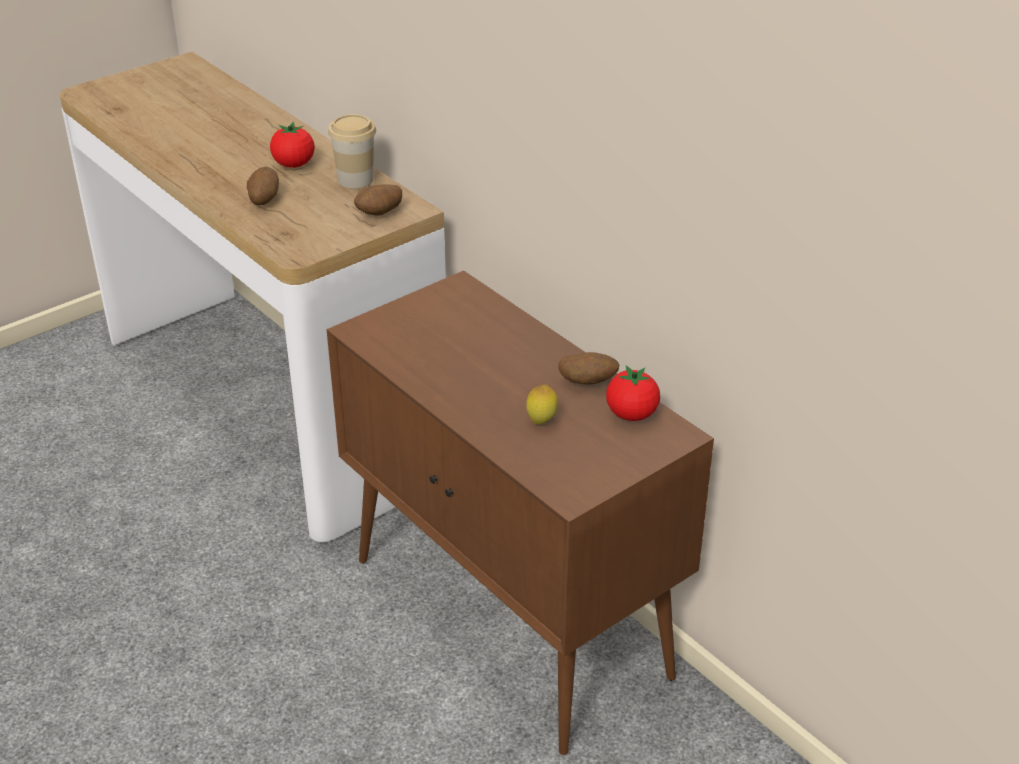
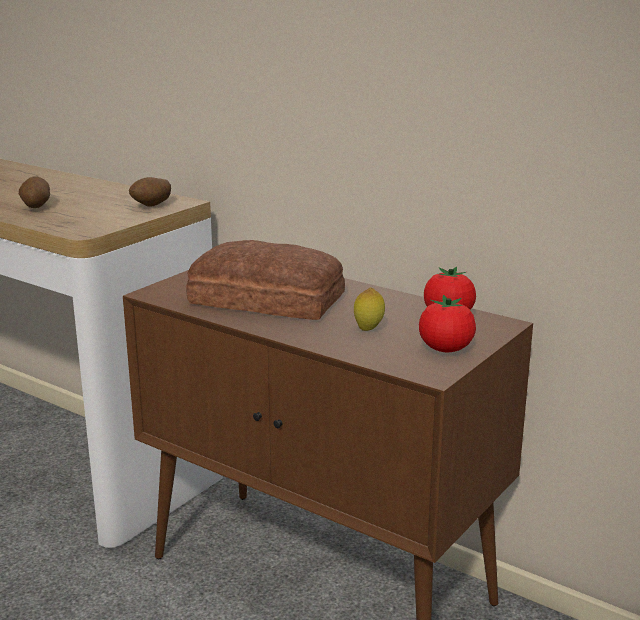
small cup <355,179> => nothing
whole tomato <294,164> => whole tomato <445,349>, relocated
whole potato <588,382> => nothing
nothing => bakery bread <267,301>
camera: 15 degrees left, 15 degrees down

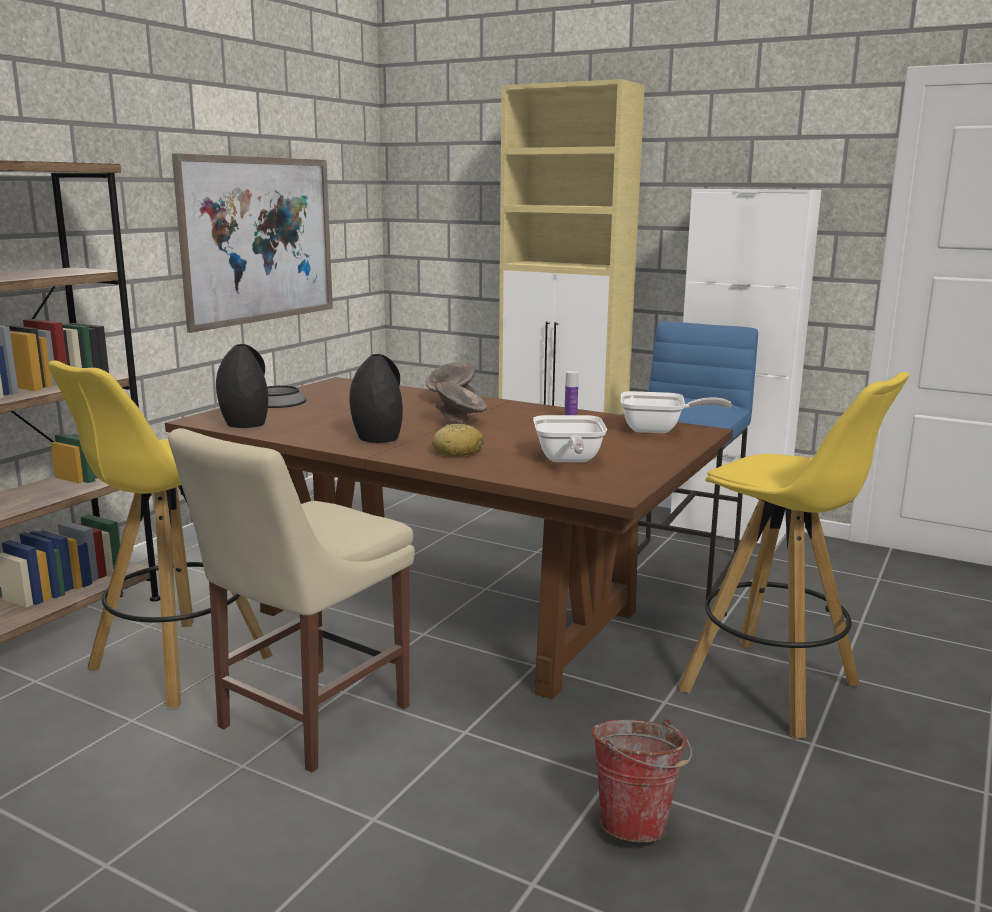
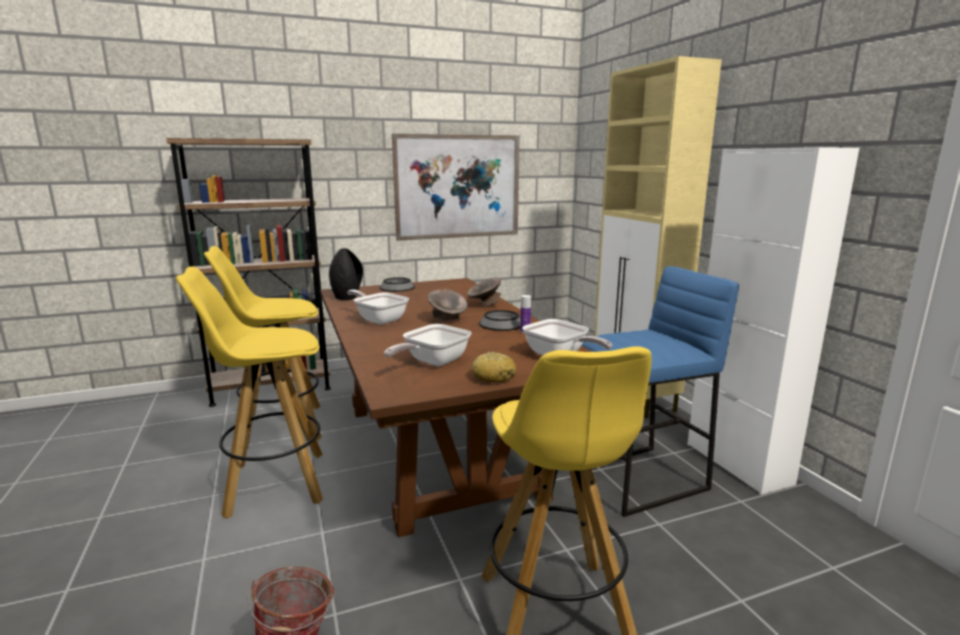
blackish decorative vase <378,438> => skillet <379,319>
bakery bread <458,452> => bakery bread <494,377>, relocated
sand-coloured upright chair <307,720> => yellow sitting stool <274,484>
nothing => bowl <501,323>
camera: 40 degrees right, 0 degrees up

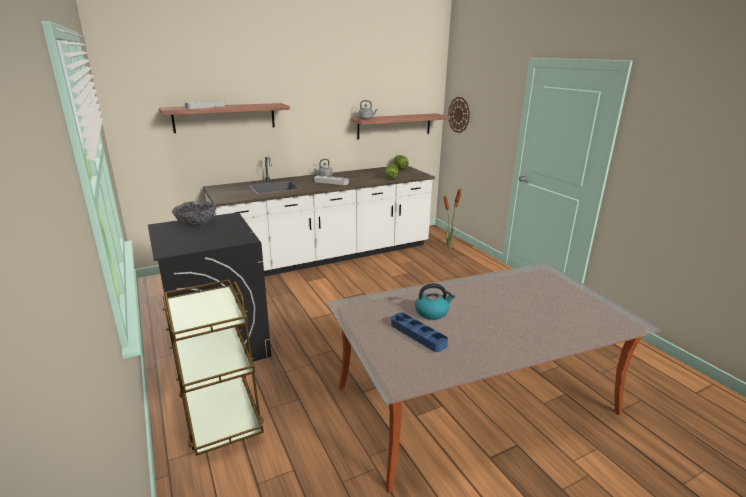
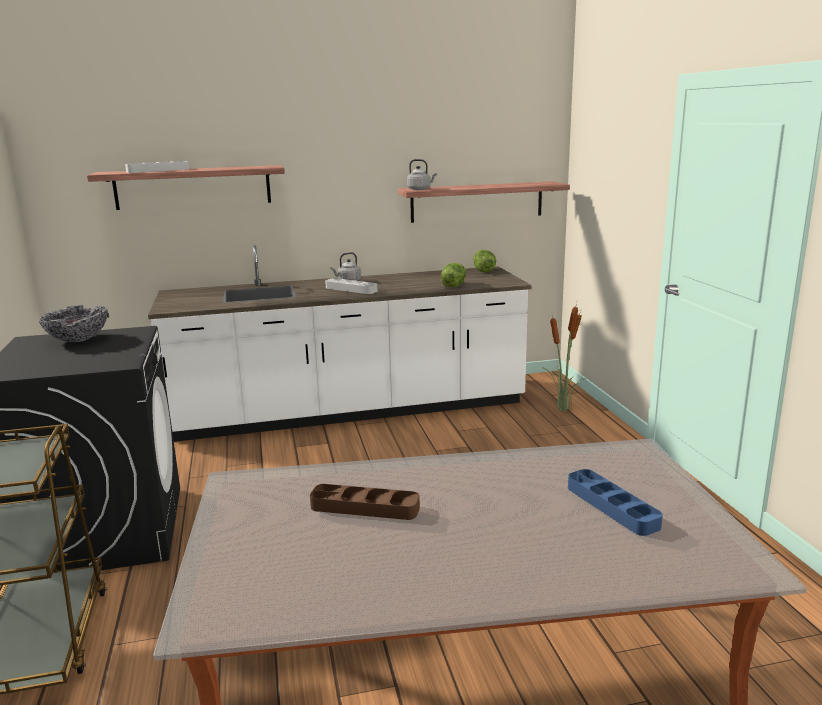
clock on the wall <459,115> => nothing
water kettle <432,312> => brown-coloured serving tray <365,507>
bluish serving tray <418,334> => bluish serving tray <612,506>, relocated
camera: 15 degrees right, 5 degrees down

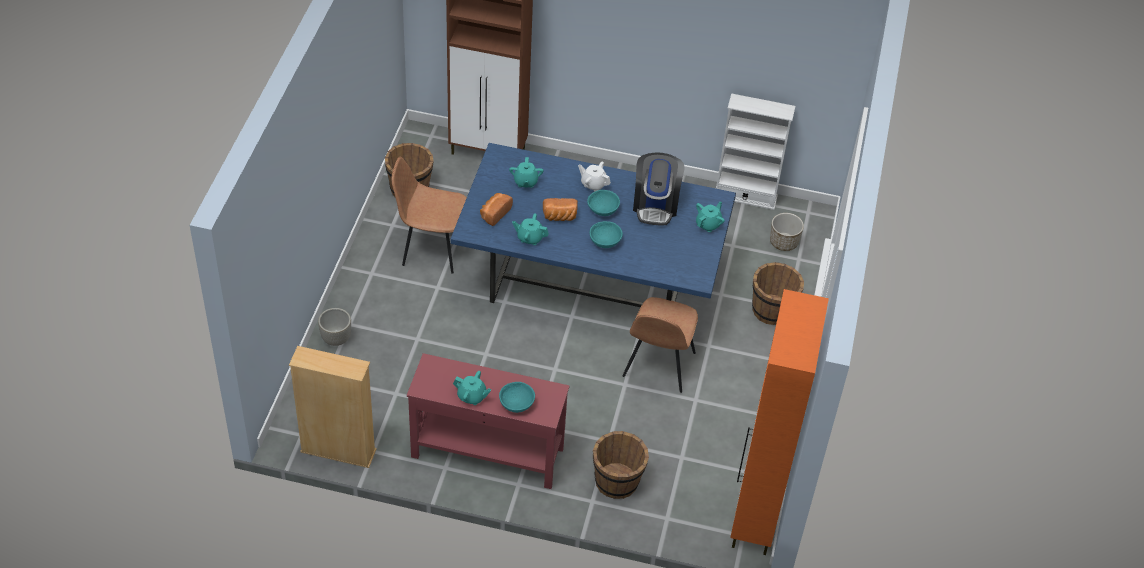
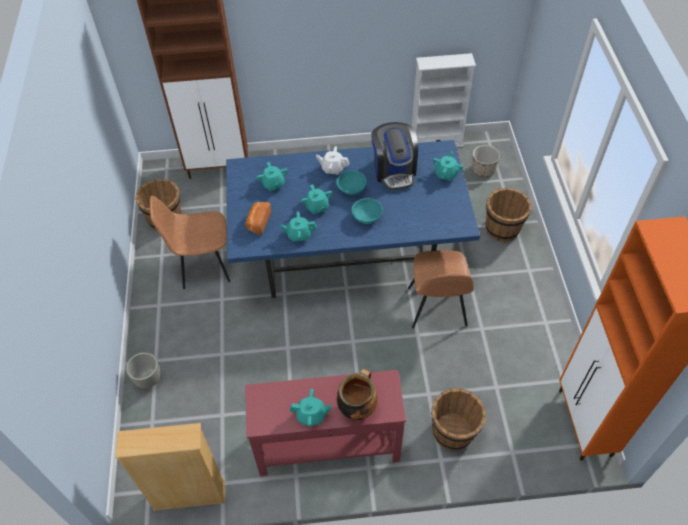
bakery bread <559,217> => turquoise-coloured pot for tea <317,207>
turquoise-coloured bowl <516,403> => saucepot <357,407>
camera: 15 degrees left, 5 degrees up

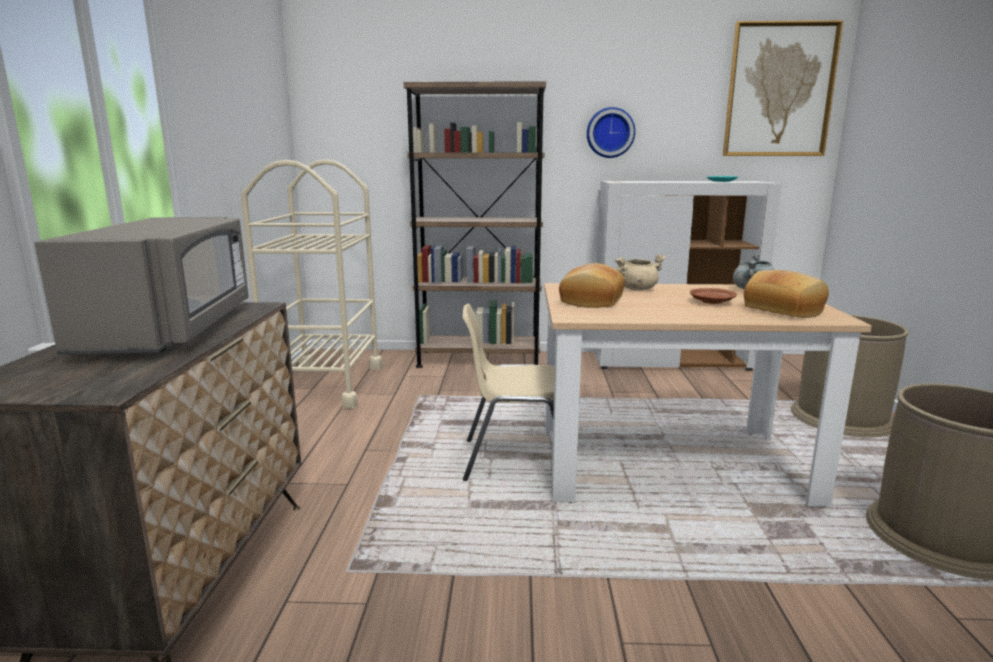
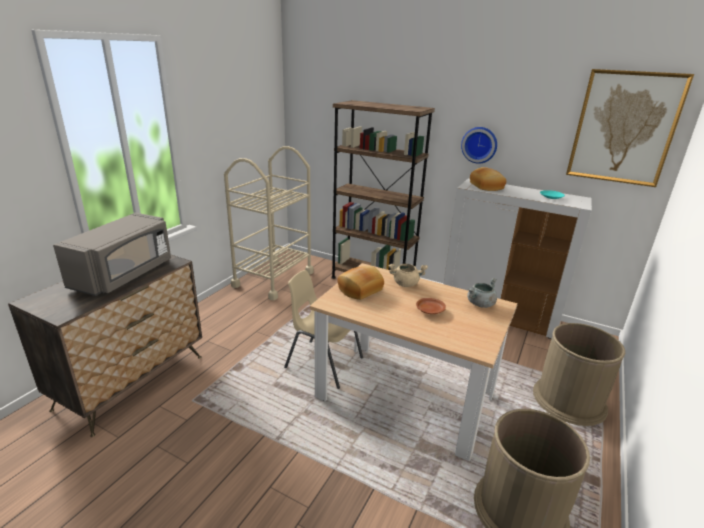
bakery bread <784,310> => bakery bread <487,186>, relocated
camera: 25 degrees right, 10 degrees up

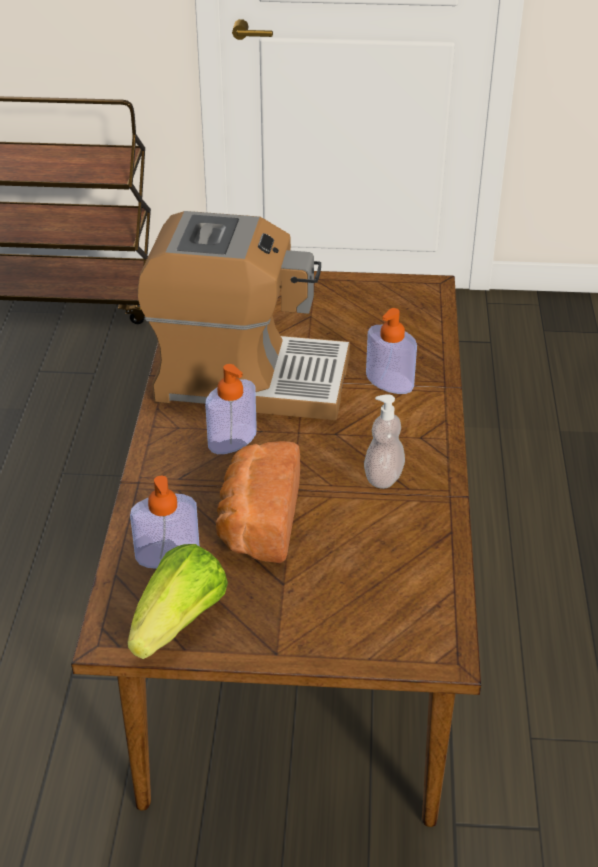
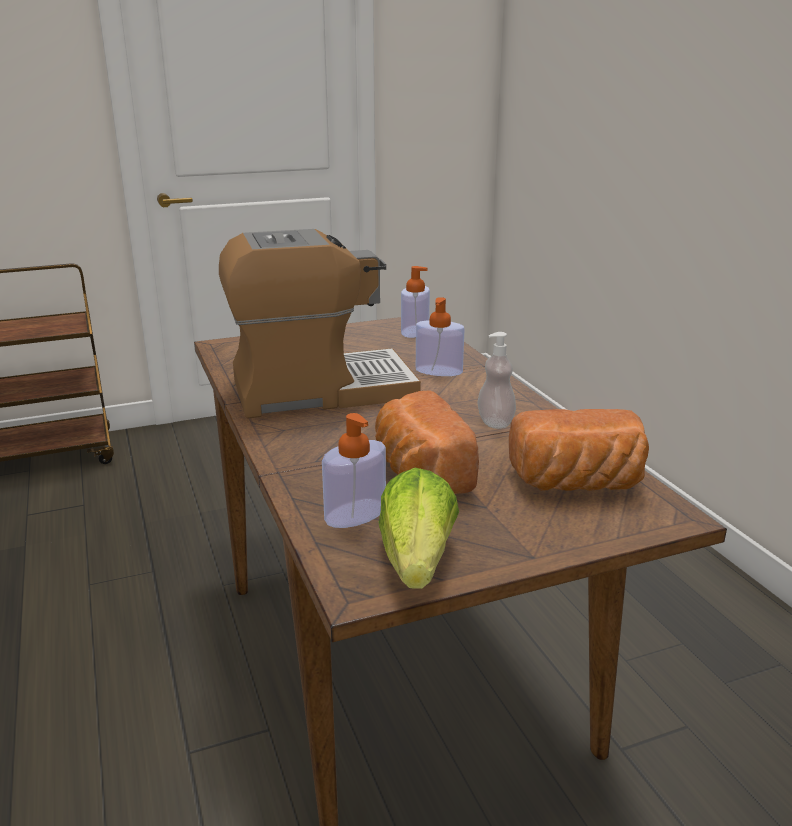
soap dispenser <232,439> => soap dispenser <415,331>, relocated
nothing => bakery bread <577,484>
camera: 25 degrees left, 15 degrees down

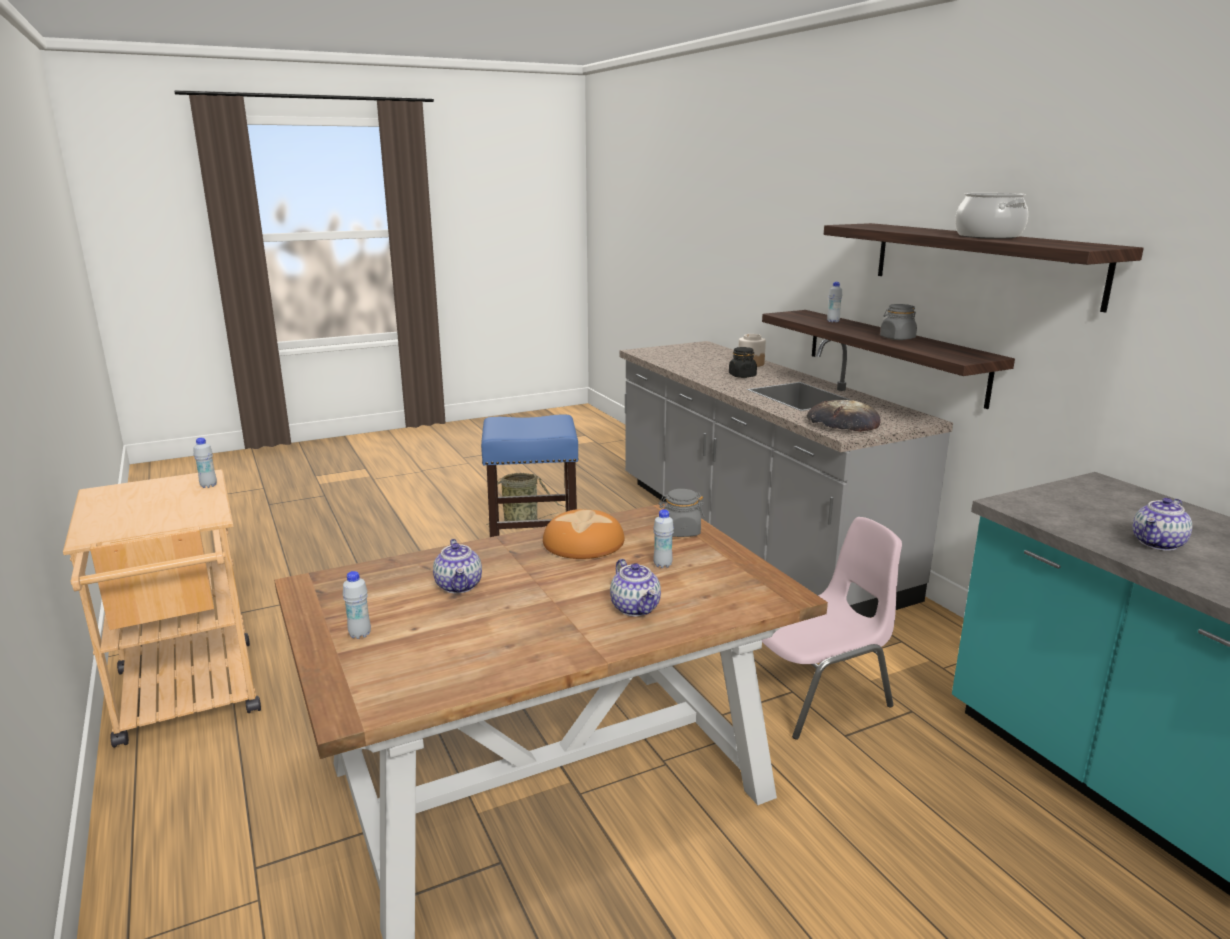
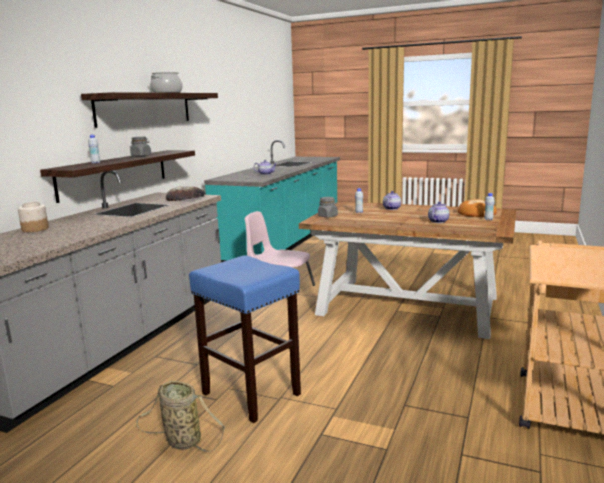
blackish jar <742,376> => nothing
white drink bottle <208,486> => nothing
bakery bread <584,542> => bakery bread <476,213>, relocated
camera: 130 degrees left, 5 degrees down

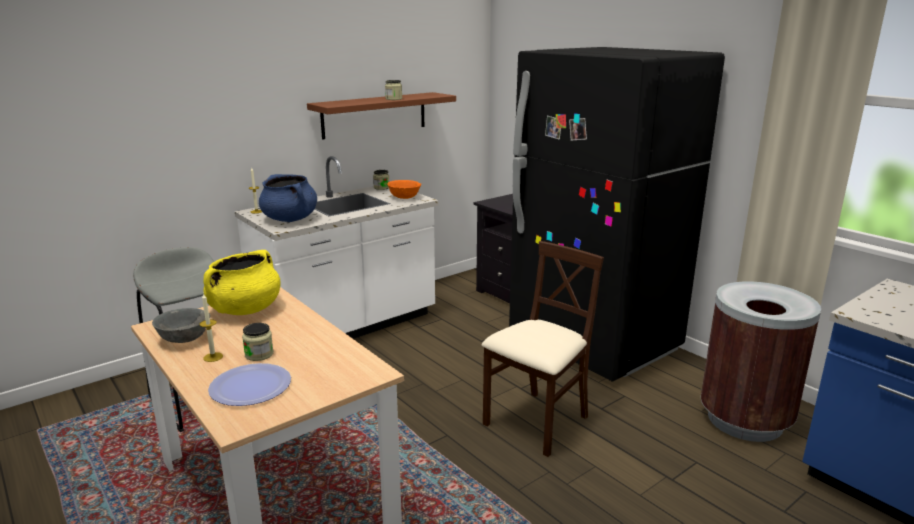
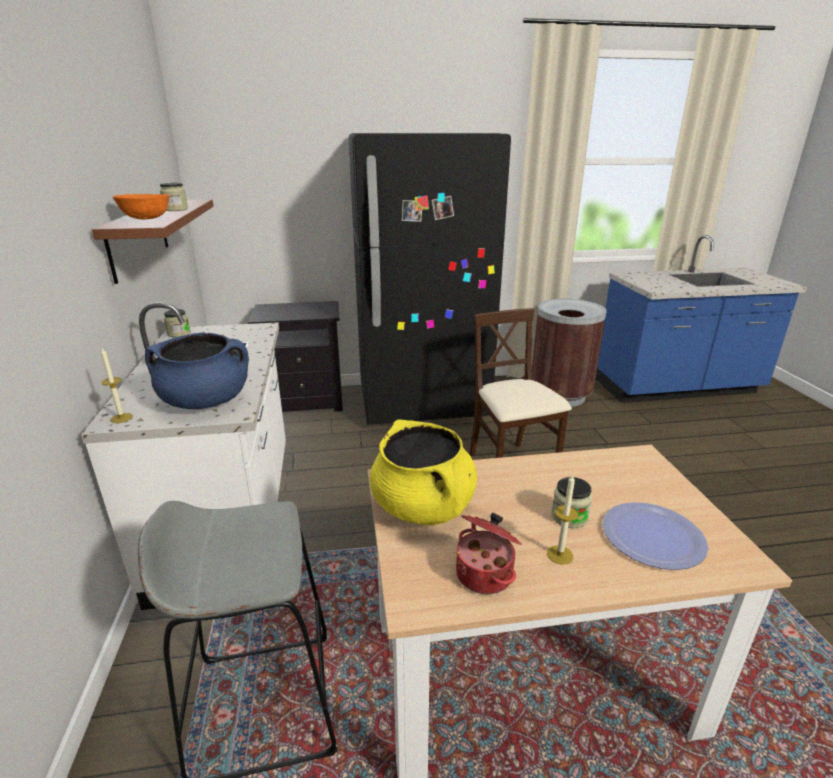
orangey bowl <404,198> => orangey bowl <146,219>, relocated
greyish bowl <185,339> => saucepot <485,574>
camera: 60 degrees left, 5 degrees up

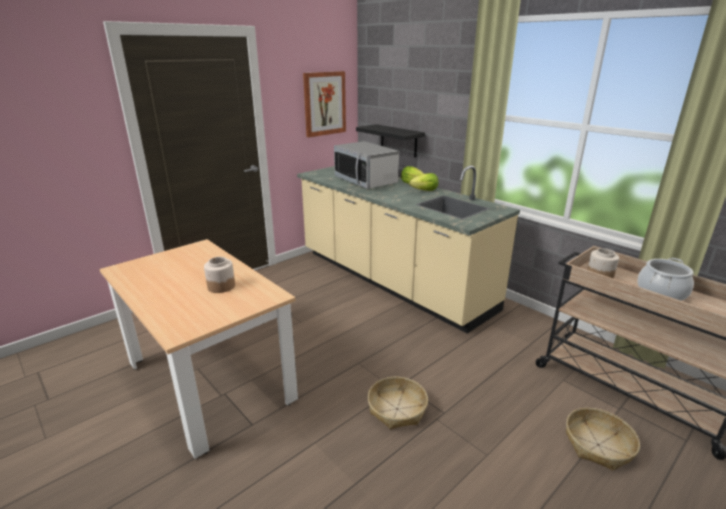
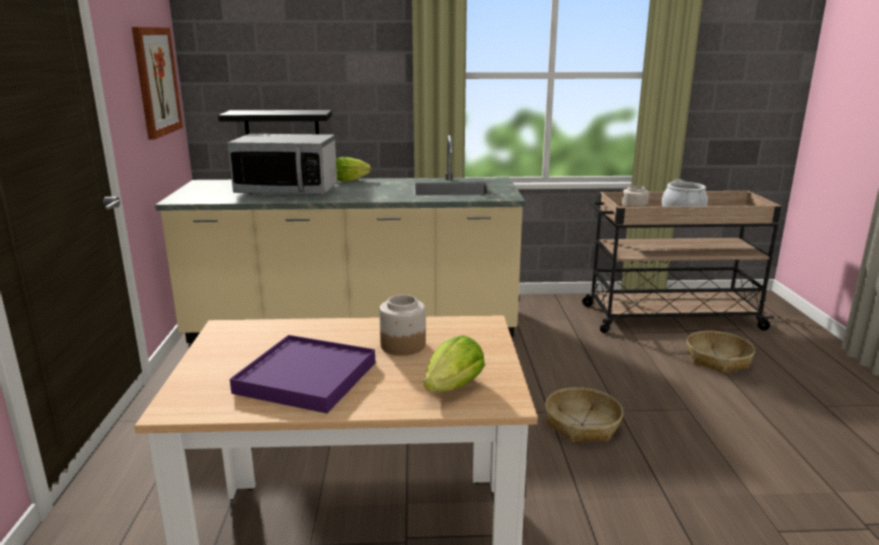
head of lettuce <425,190> => head of lettuce <454,387>, relocated
nothing => purple-coloured serving tray <307,377>
camera: 50 degrees left, 5 degrees down

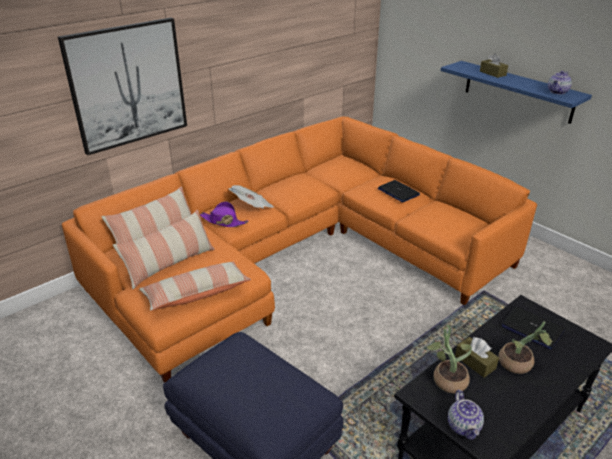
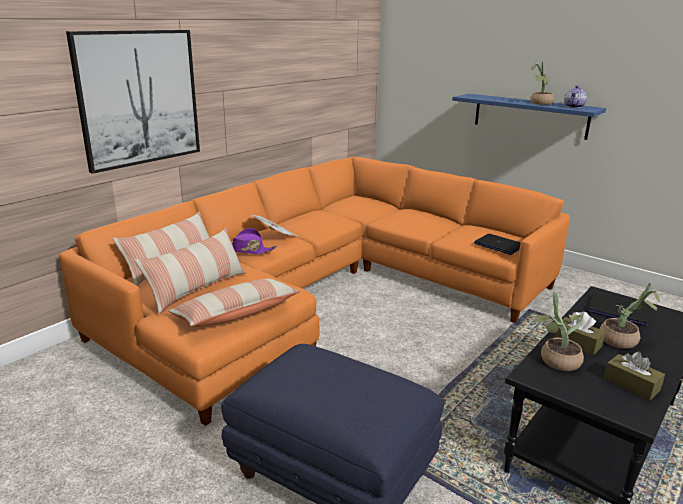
brown-coloured tissue box <492,73> => brown-coloured tissue box <631,384>, relocated
notebook computer <398,192> => notebook computer <498,245>, relocated
pot for tea <464,426> => nothing
nothing => houseplant <539,103>
camera: 10 degrees left, 10 degrees down

